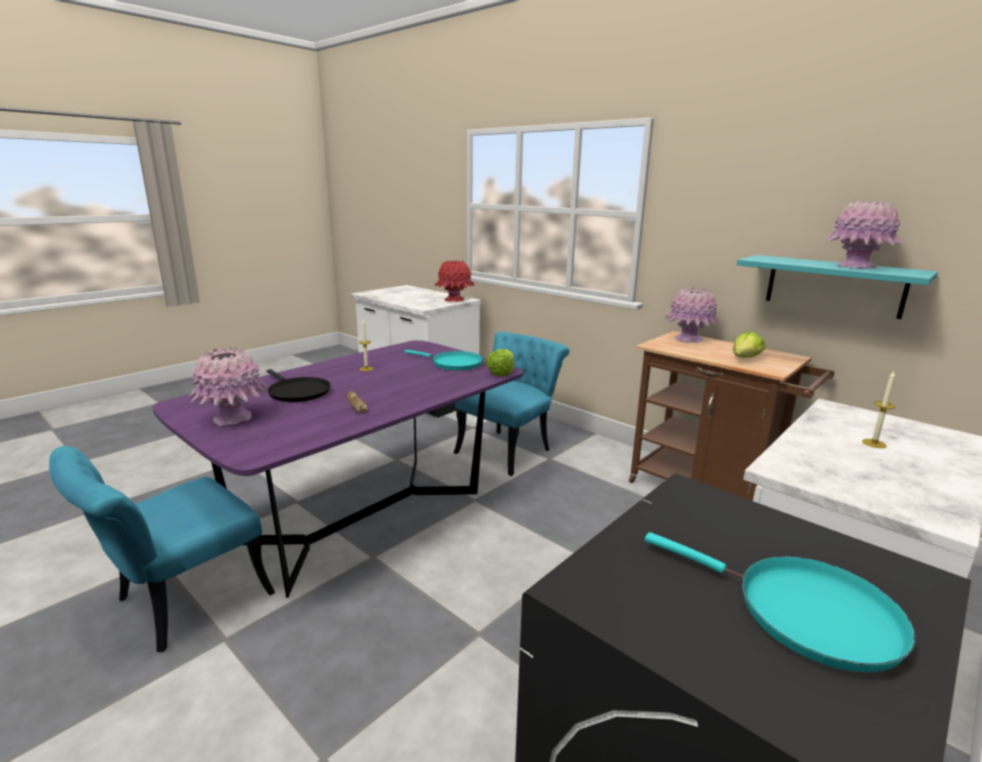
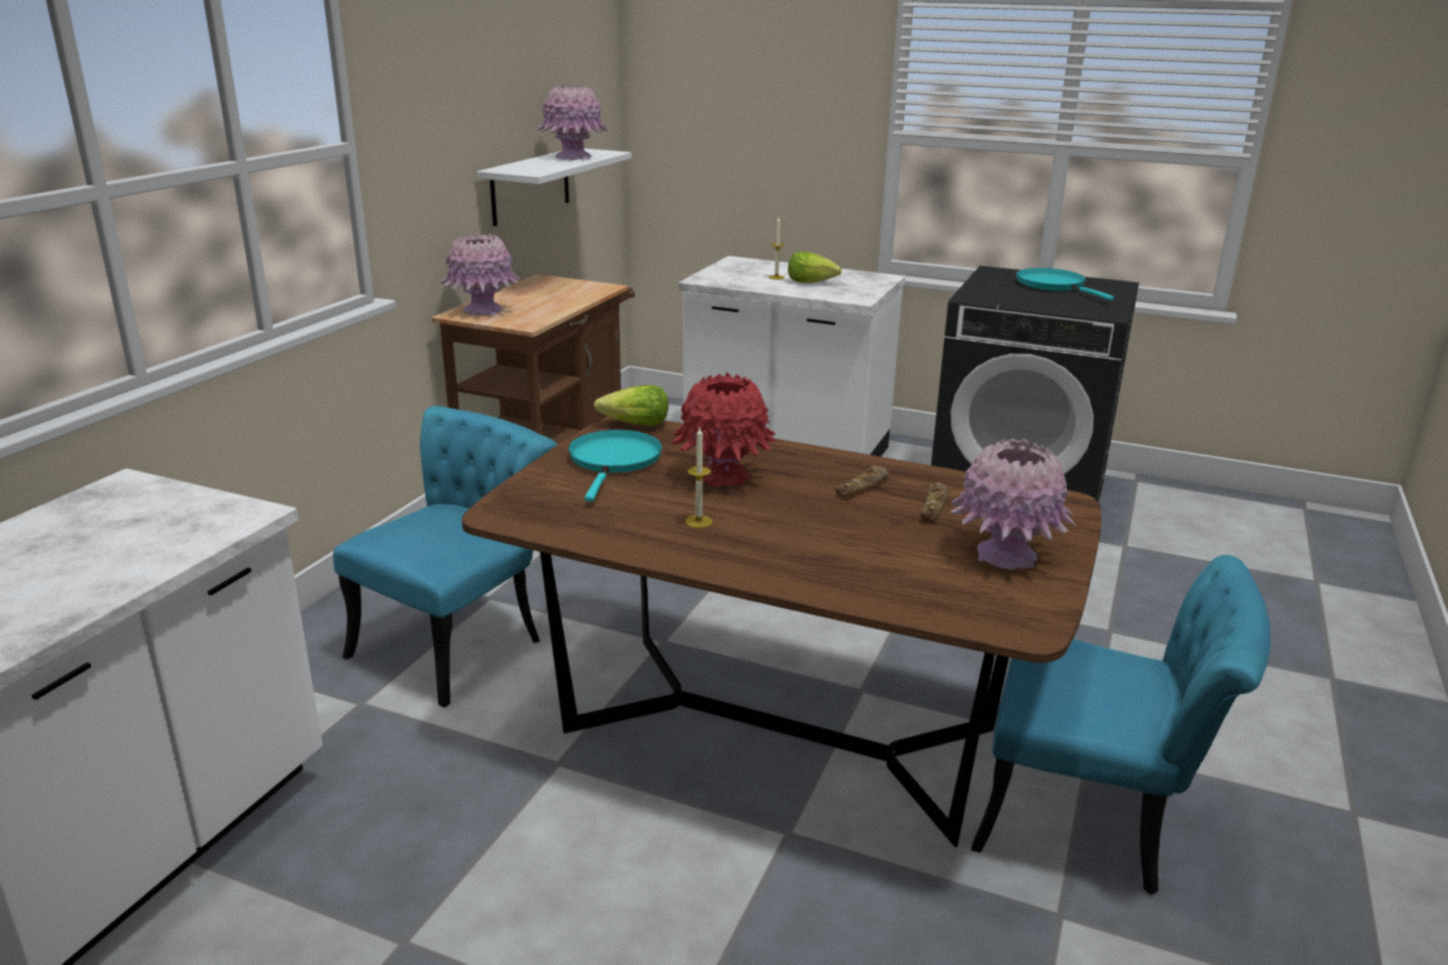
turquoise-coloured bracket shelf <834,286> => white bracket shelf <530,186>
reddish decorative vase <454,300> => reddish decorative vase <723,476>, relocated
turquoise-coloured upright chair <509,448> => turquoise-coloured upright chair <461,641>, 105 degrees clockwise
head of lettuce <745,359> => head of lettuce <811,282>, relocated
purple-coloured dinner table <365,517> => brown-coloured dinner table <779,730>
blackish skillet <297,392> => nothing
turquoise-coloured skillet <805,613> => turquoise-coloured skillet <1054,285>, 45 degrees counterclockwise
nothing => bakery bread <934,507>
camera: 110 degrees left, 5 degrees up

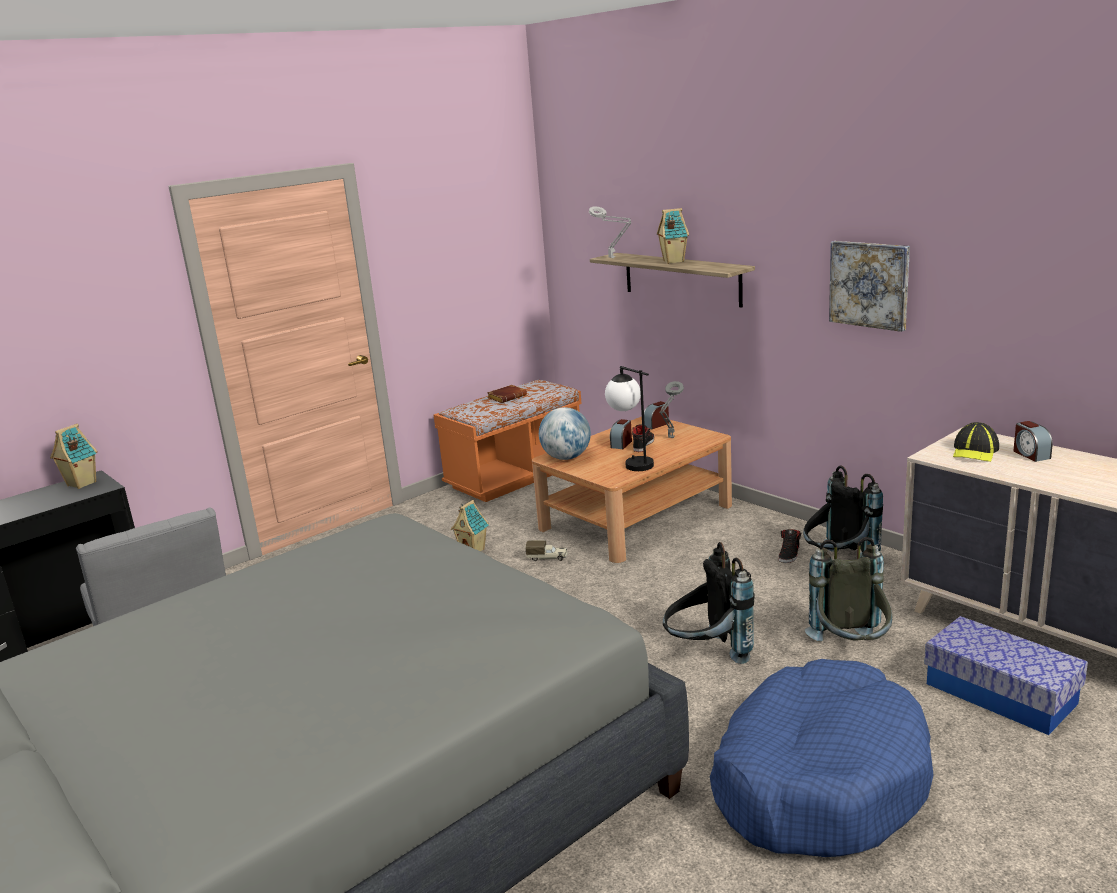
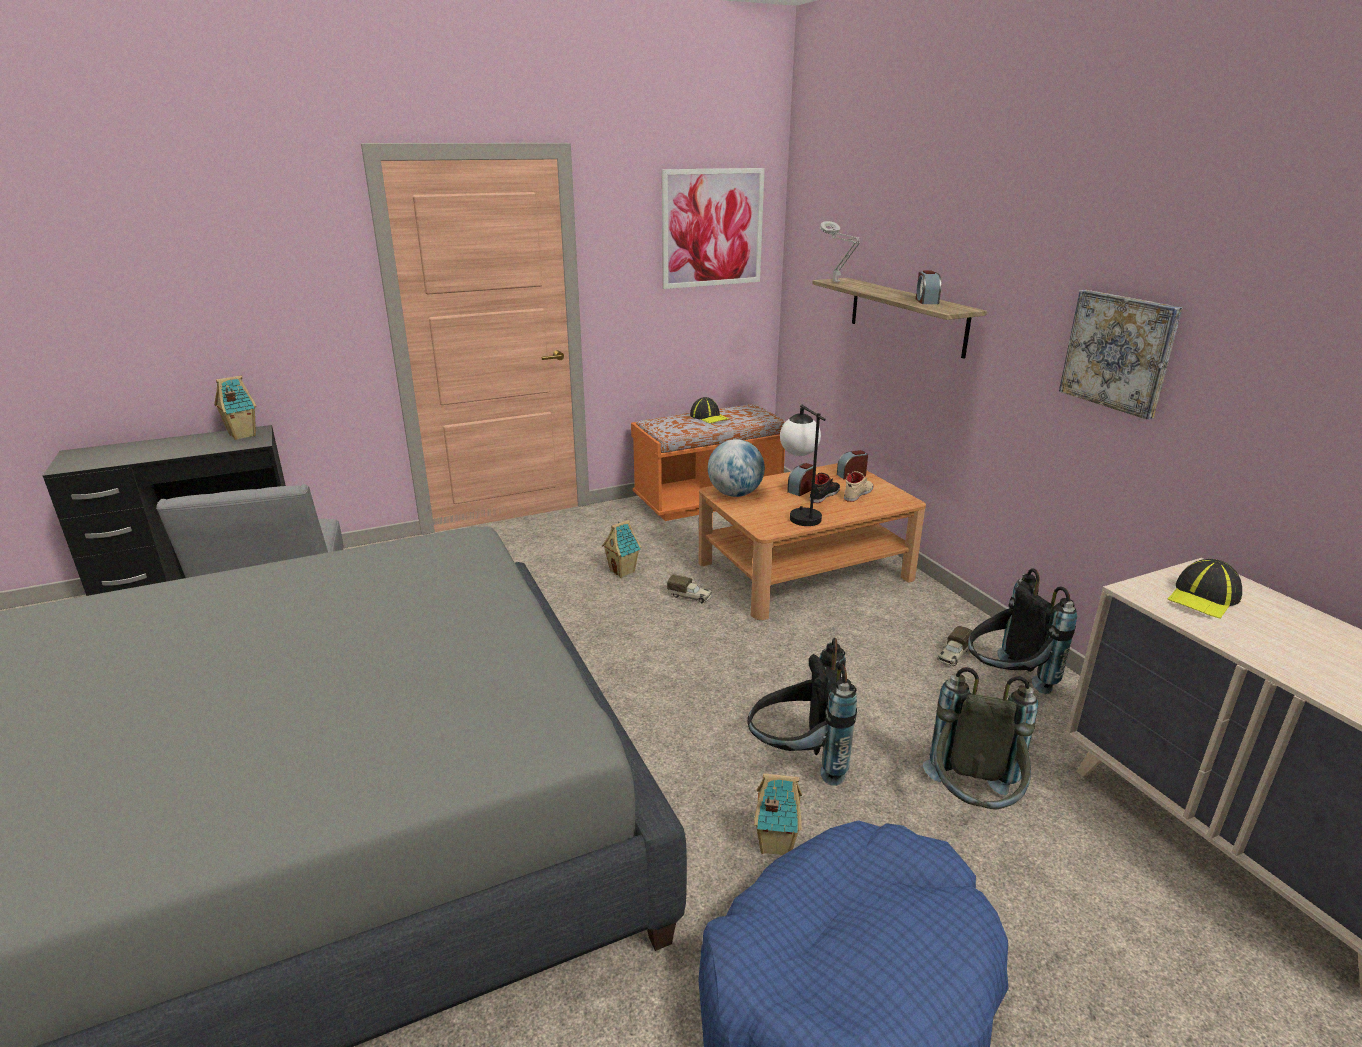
model house <672,261> => model house <774,843>, relocated
greyish table lamp <670,438> => sand-coloured item of footwear <857,494>
brown-coloured volume <507,397> => baseball cap <709,417>
table clock <1030,454> => table clock <926,301>, relocated
blackish item of footwear <789,554> => toy truck <953,655>
storage box <1000,693> => nothing
nothing => wall picture <712,228>
camera: 15 degrees right, 5 degrees up

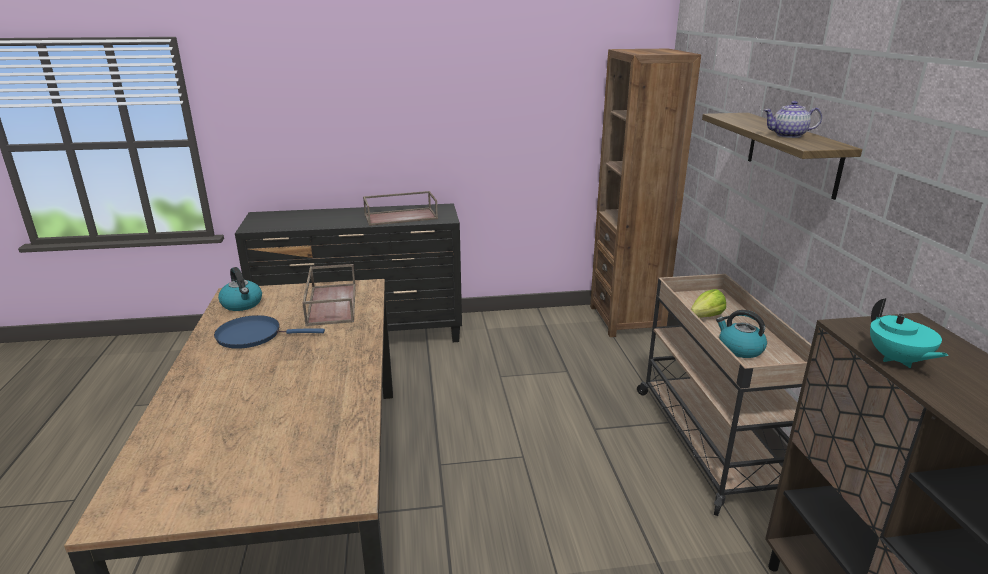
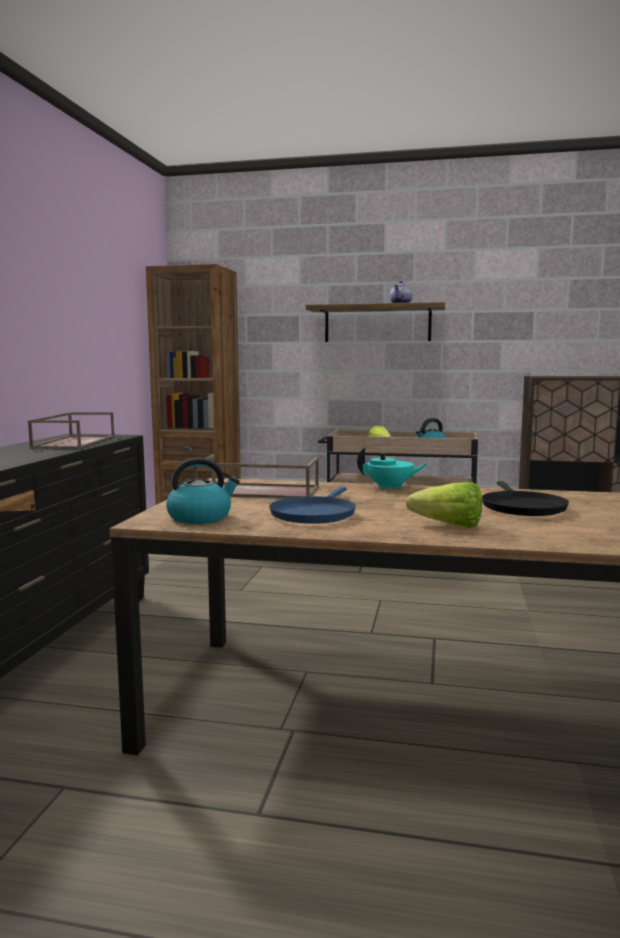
turquoise-coloured pot for tea <897,360> => turquoise-coloured pot for tea <390,488>, relocated
nothing => blackish skillet <521,507>
nothing => head of lettuce <442,525>
camera: 70 degrees left, 15 degrees down

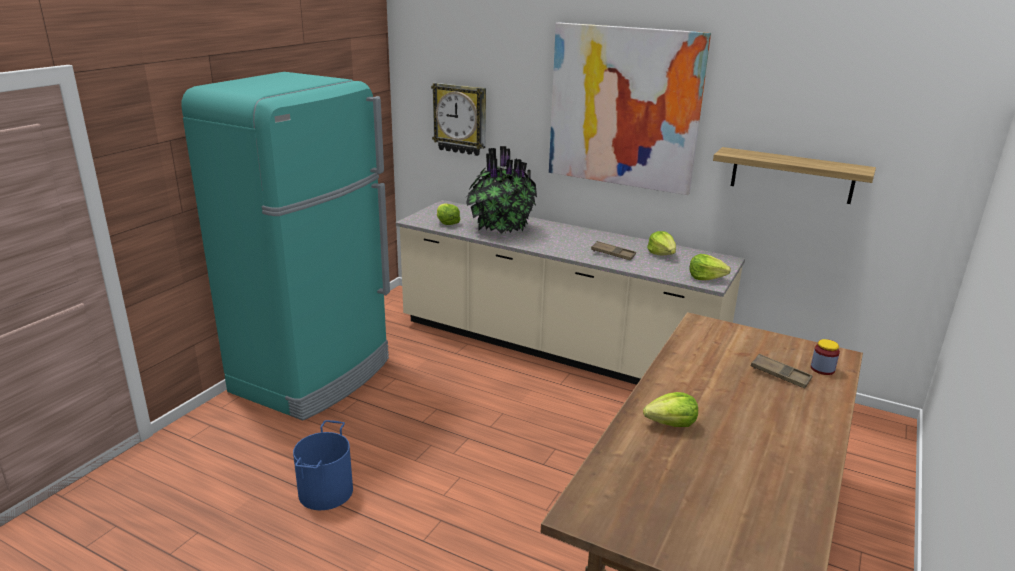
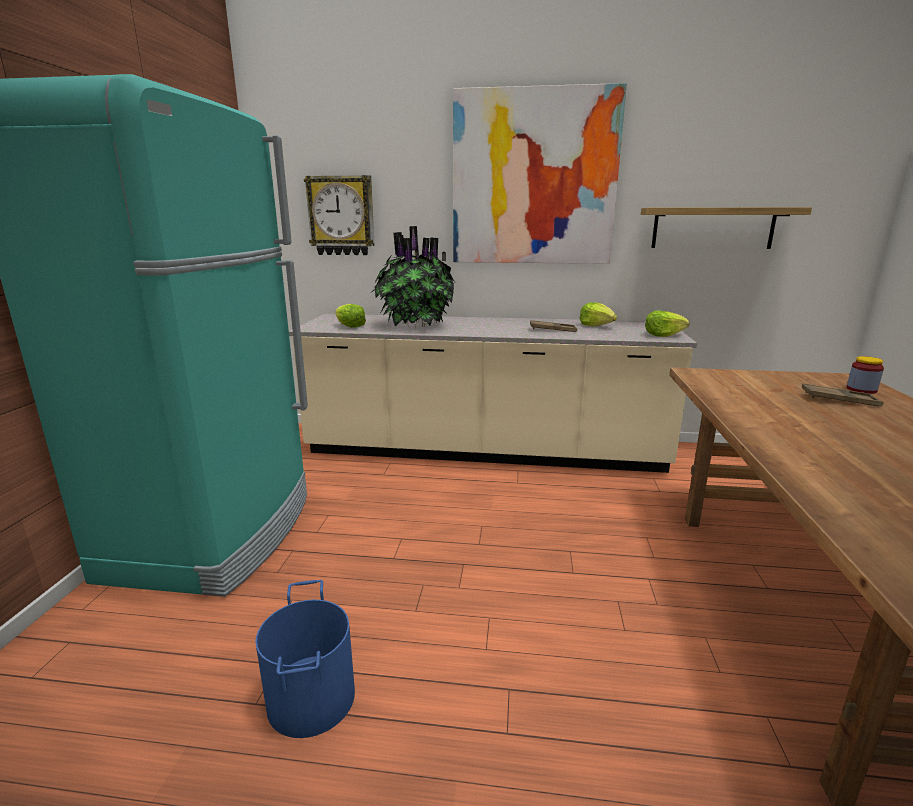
head of lettuce <671,423> => nothing
camera: 20 degrees left, 5 degrees down

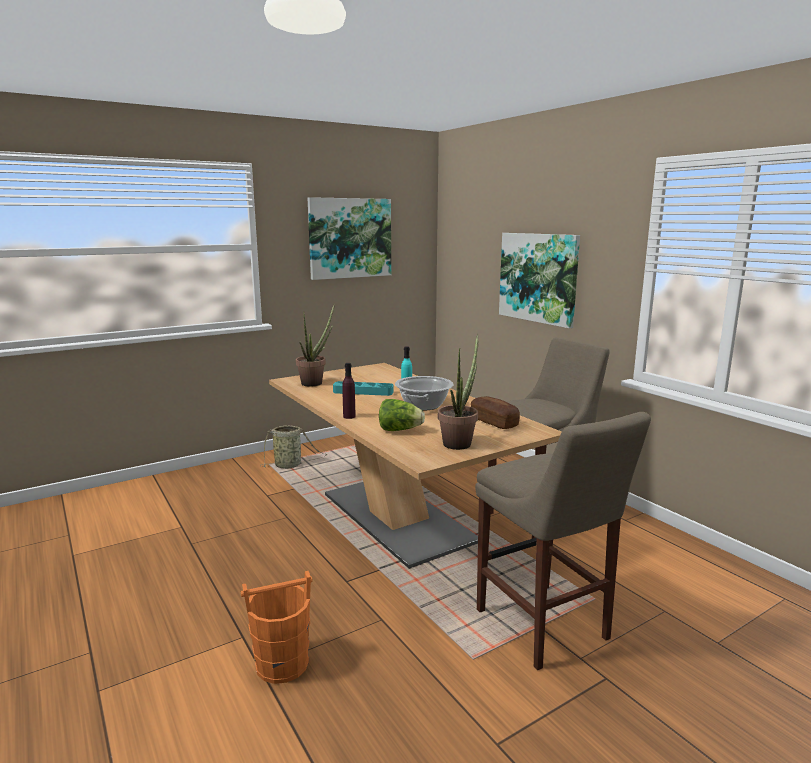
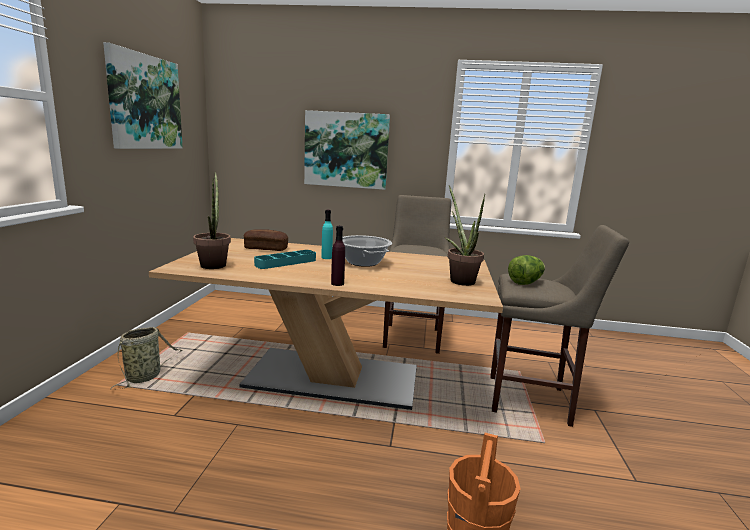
bakery bread <494,422> => bakery bread <266,248>, relocated
head of lettuce <399,430> => head of lettuce <525,282>, relocated
camera: 50 degrees left, 0 degrees up

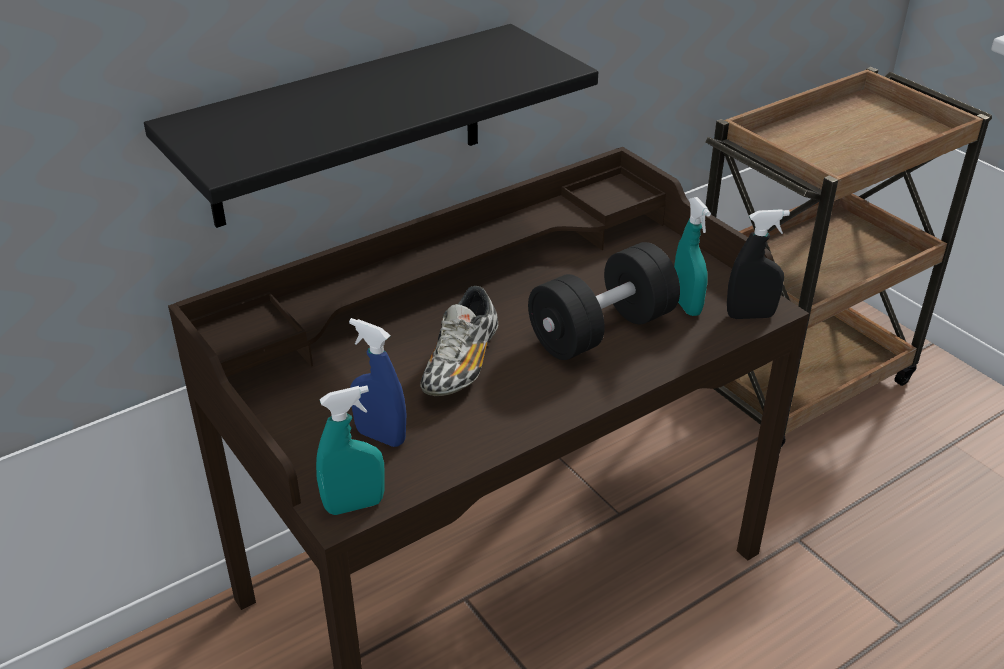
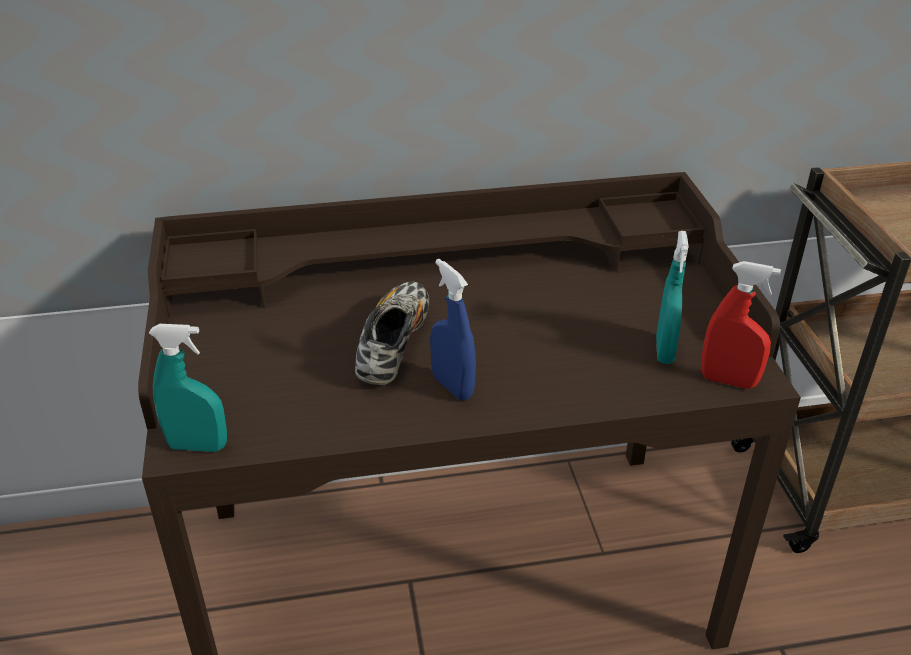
blackish bracket shelf <348,126> => nothing
blackish sprayer <750,315> => reddish sprayer <728,381>
blackish hand weight <602,330> => nothing
item of footwear <461,365> => item of footwear <393,345>, 150 degrees clockwise
bluish sprayer <380,436> => bluish sprayer <452,386>, relocated
camera: 25 degrees right, 0 degrees up

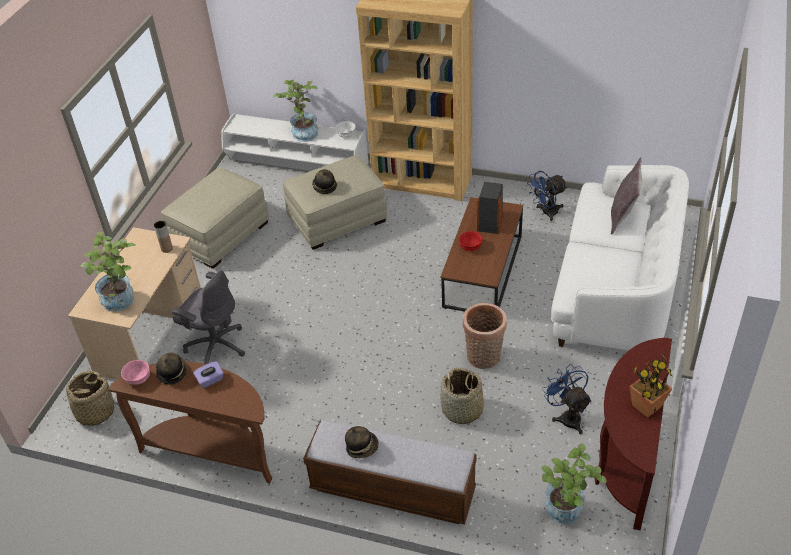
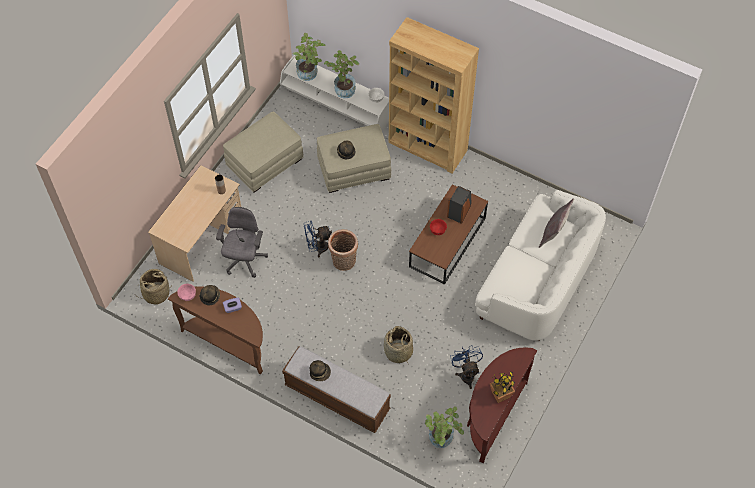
bluish cooling fan <546,213> => bluish cooling fan <318,248>, relocated
houseplant <122,301> => houseplant <310,74>, relocated
greyish desk chair <216,346> => greyish desk chair <244,260>, 120 degrees counterclockwise
household basket <484,358> => household basket <344,262>, relocated
camera: 10 degrees right, 15 degrees up

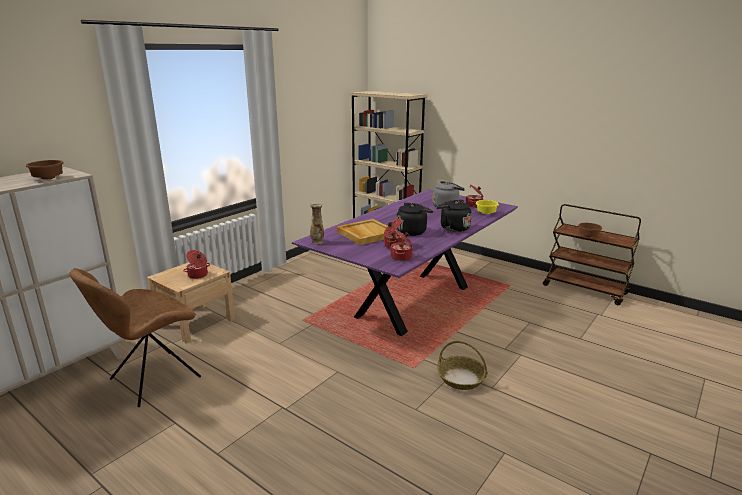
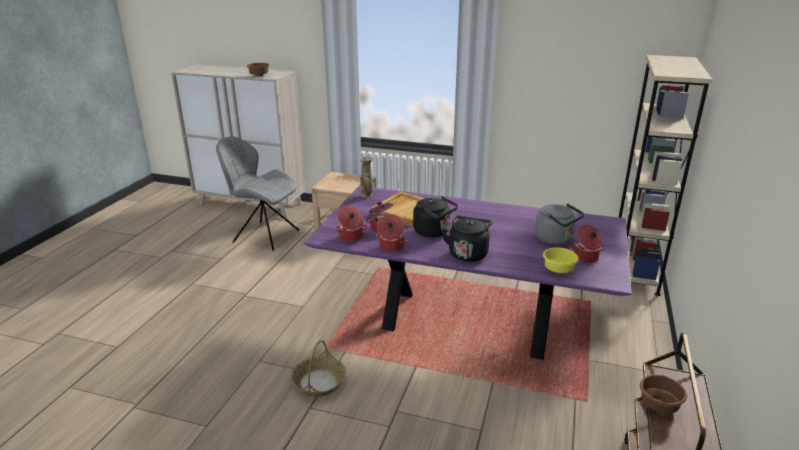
saucepot <198,275> => saucepot <391,247>, relocated
brown-coloured upright chair <152,379> => greyish upright chair <264,235>
camera: 70 degrees right, 5 degrees up

